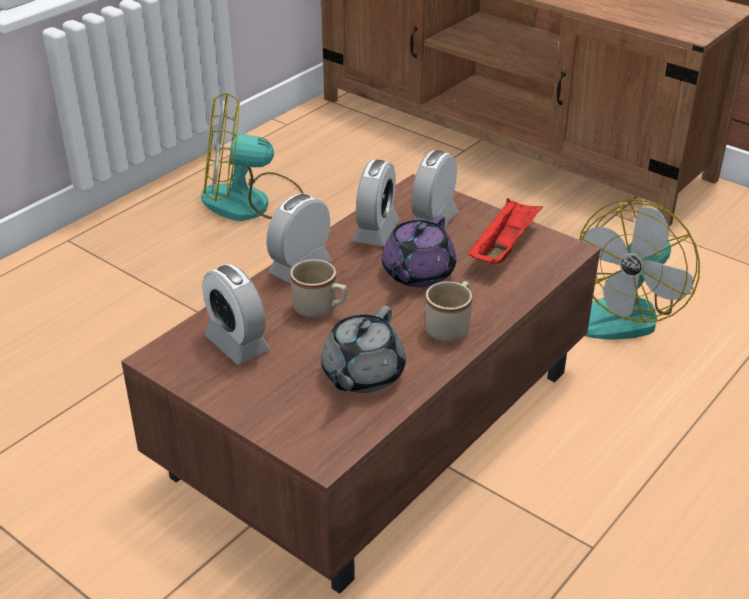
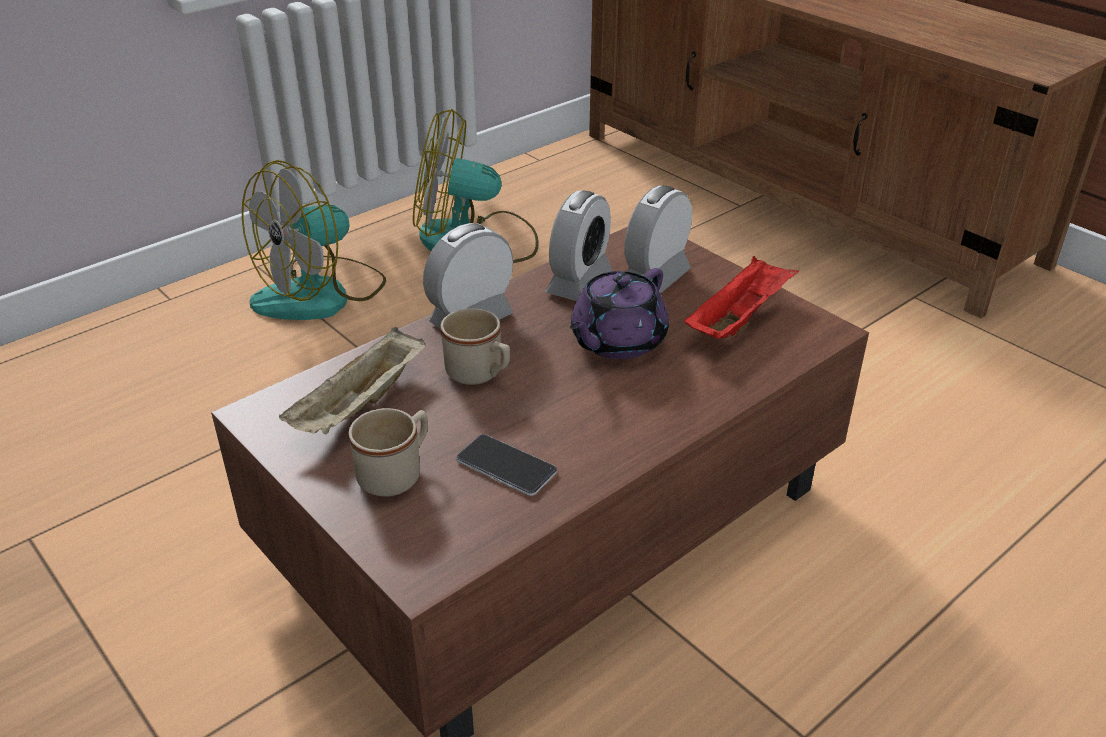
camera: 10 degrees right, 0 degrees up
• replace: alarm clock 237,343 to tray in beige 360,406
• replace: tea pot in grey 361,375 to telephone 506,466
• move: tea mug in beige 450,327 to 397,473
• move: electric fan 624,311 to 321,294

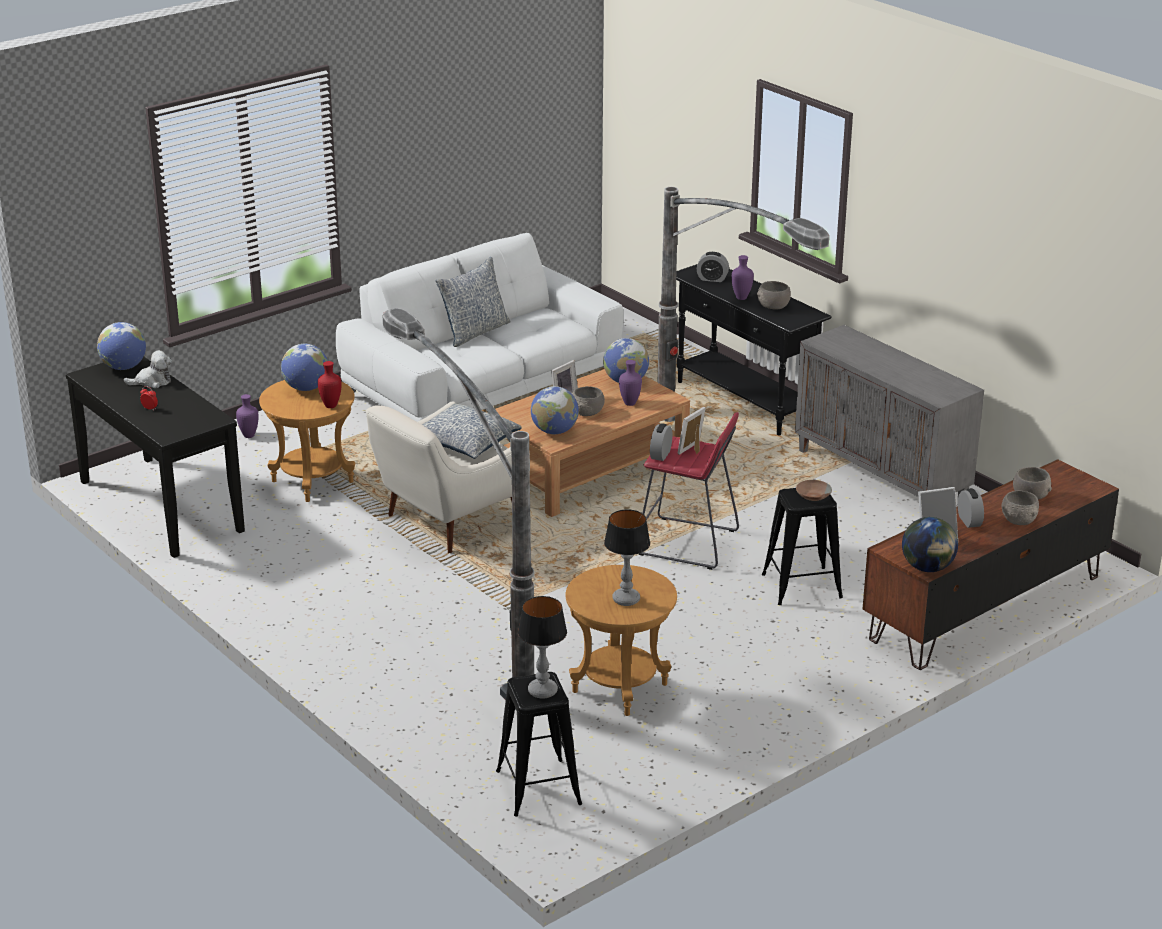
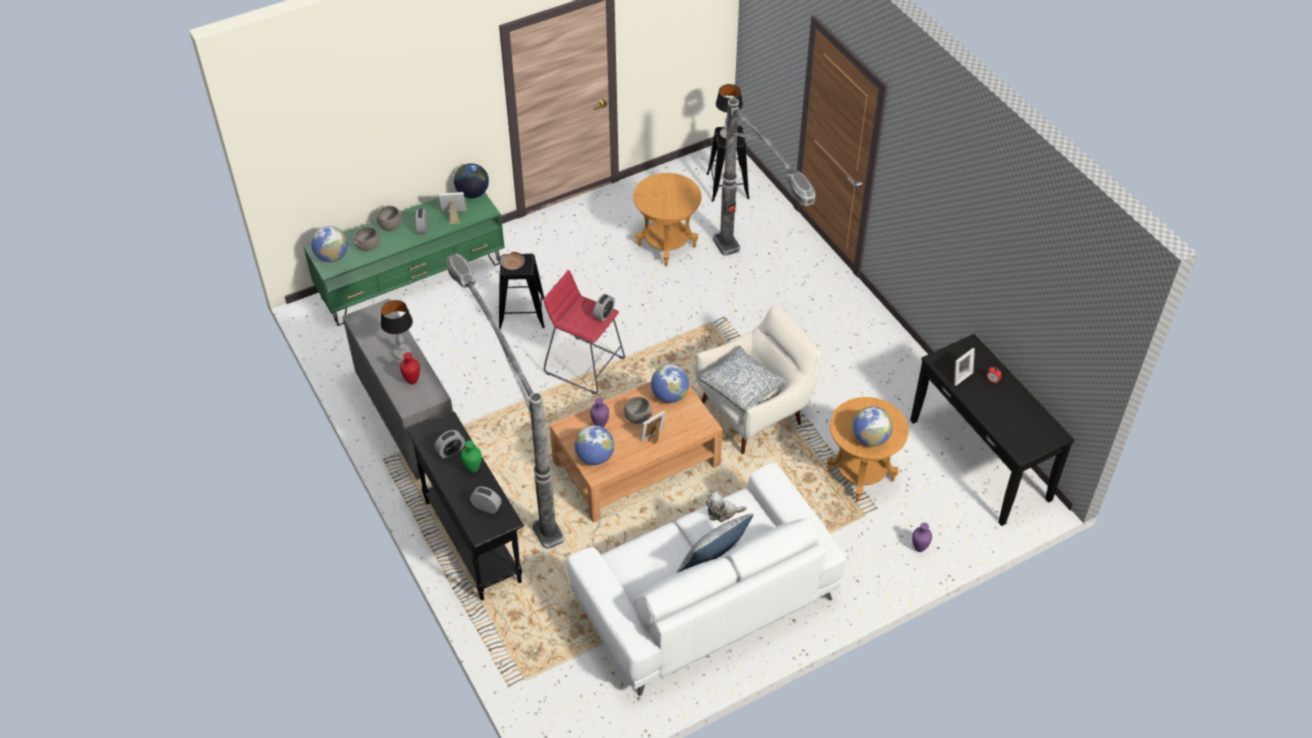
camera: 170 degrees left, 20 degrees up
• move: world globe 124,367 to 332,257
• move: soft toy 152,382 to 723,512
• move: flower vase in red-coloured 330,406 to 413,380
• move: lamp for a table 626,599 to 402,353
• move: photo frame 693,450 to 959,376
• recolor: flower vase in purple 742,297 to flower vase in green 472,469
• replace: serving bowl in grey 773,306 to alarm clock 451,451
• recolor: tv unit in brown-coloured 985,608 to tv unit in green 412,280

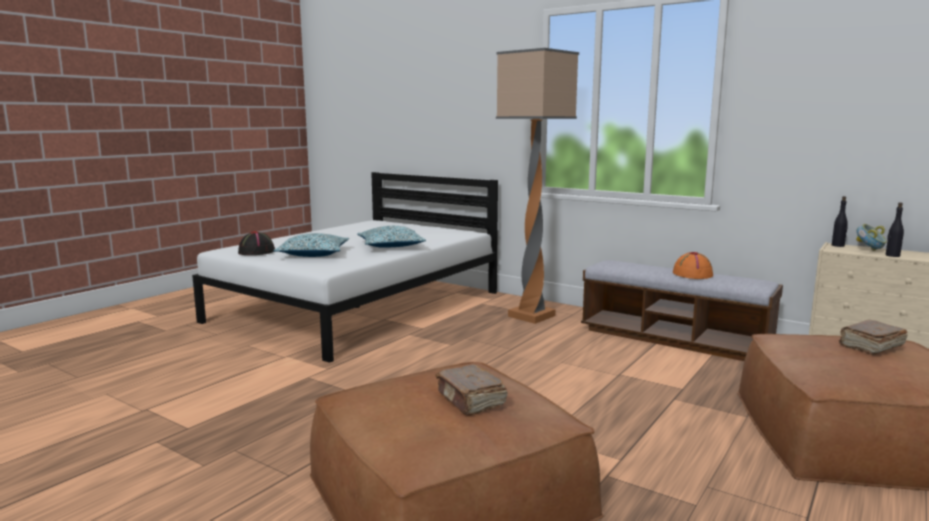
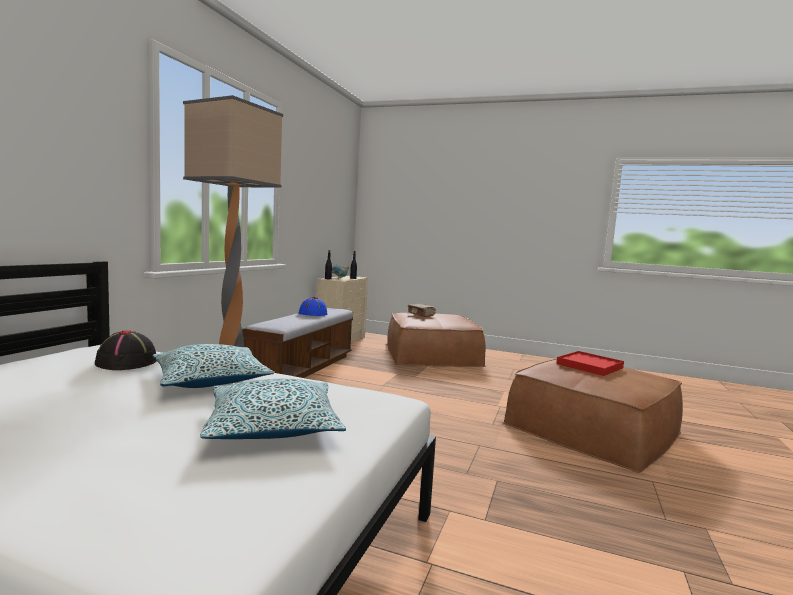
camera: 105 degrees left, 5 degrees down
• move: hat in black-coloured 257,252 to 127,362
• replace: book in brown-coloured 471,401 to tray in red-coloured 590,366
• recolor: hat in orange 692,274 to hat in bluish 312,314

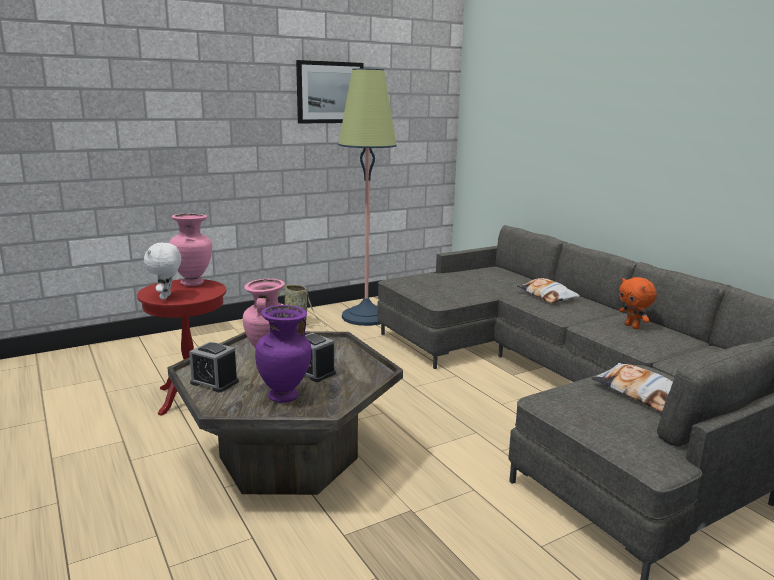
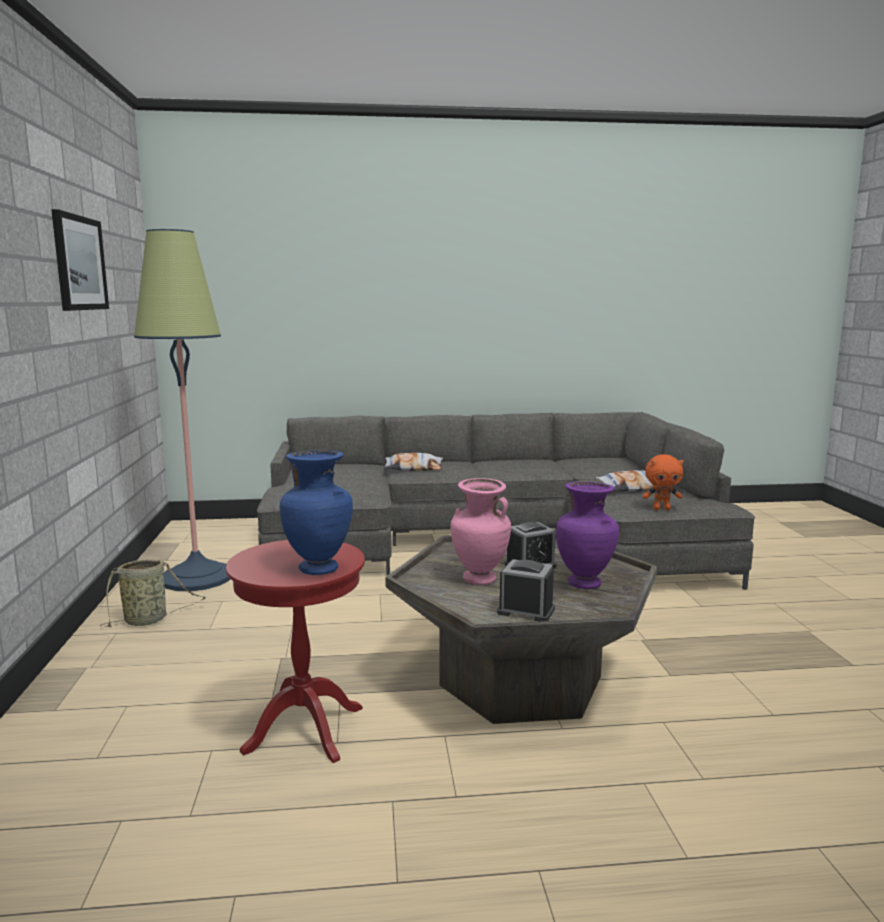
camera: 65 degrees left, 5 degrees down
• replace: soft toy in white-coloured 166,297 to flower vase in bluish 319,569
• delete: flower vase in pink 193,283
• rotate: alarm clock 214,382 = 526,611 120 degrees counterclockwise
• move: soft toy in orange 632,327 to 661,509

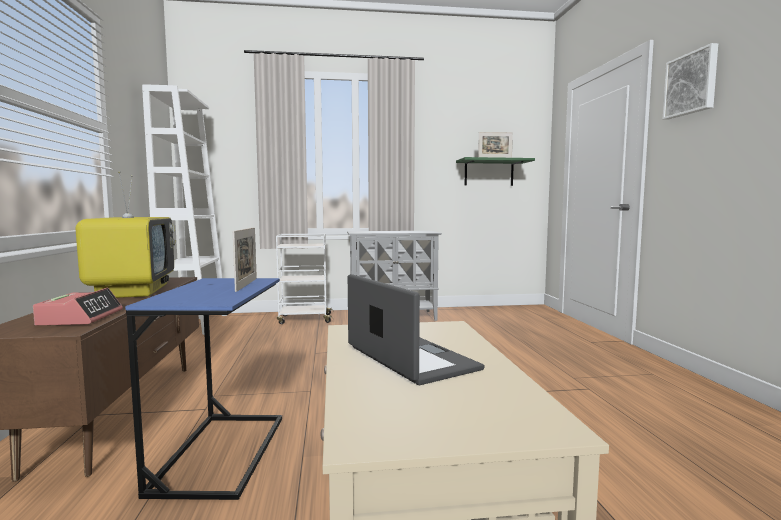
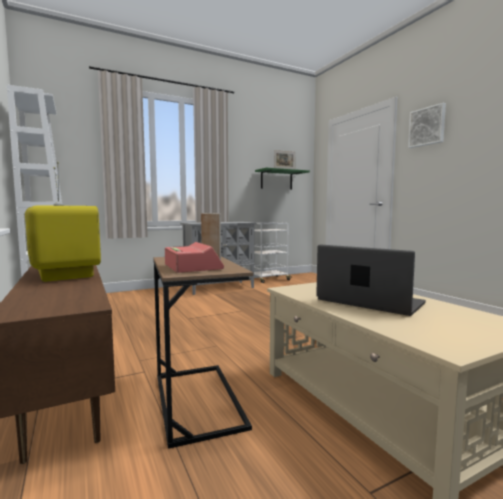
camera: 20 degrees left, 0 degrees up
• move: alarm clock 81,318 to 192,267
• recolor: end table in bluish 221,452 to end table in brown-coloured 197,400
• move: cart in white-coloured 304,319 to 269,279

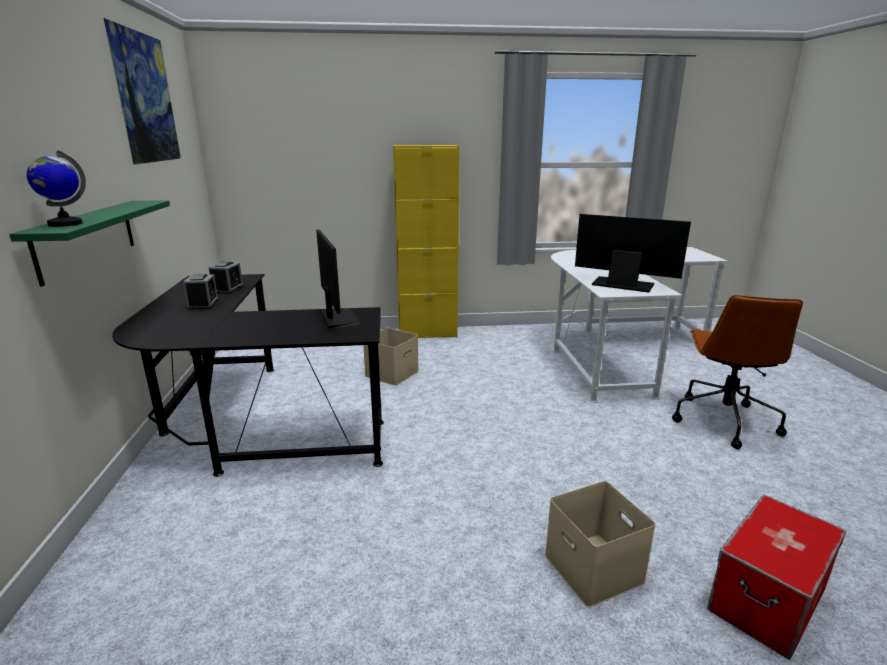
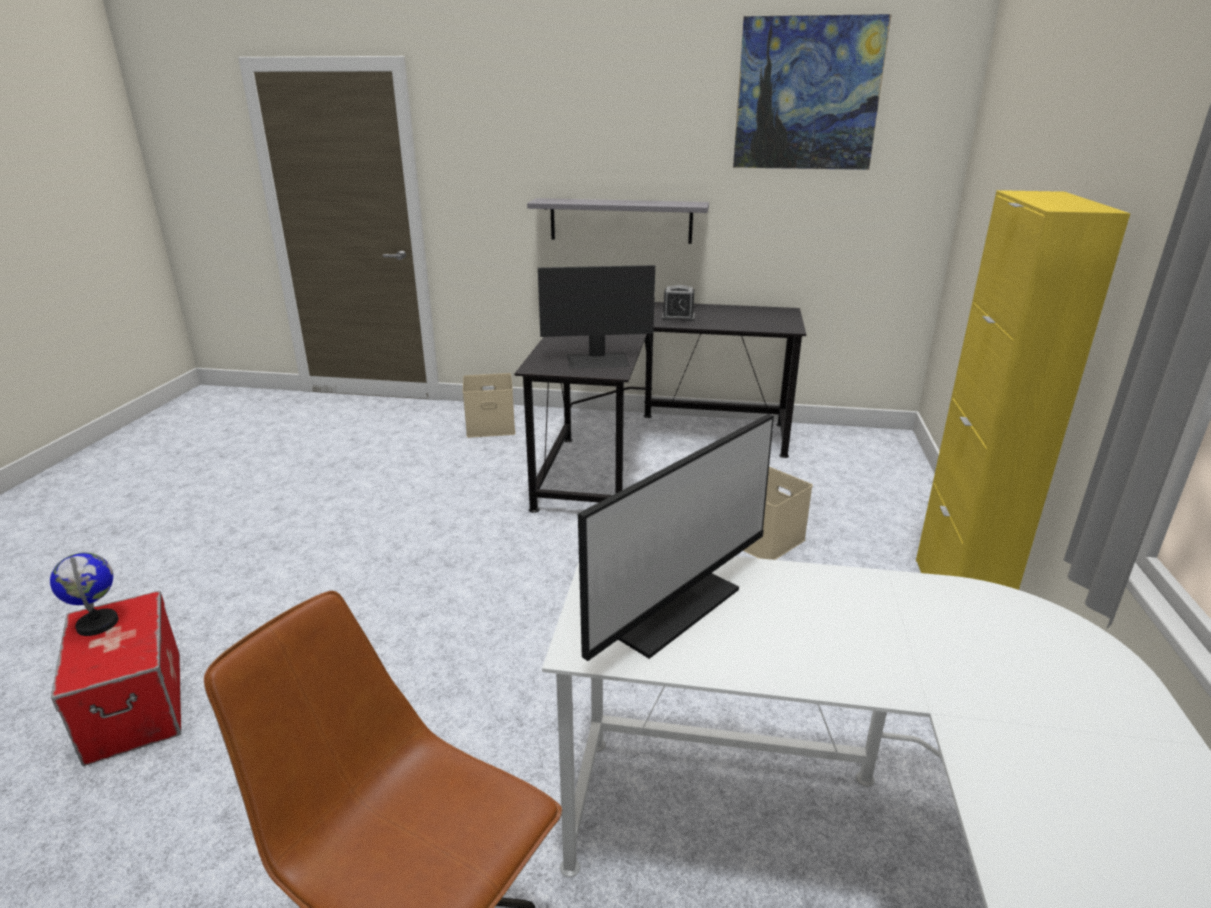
camera: 105 degrees right, 5 degrees up
• recolor: wall shelf in green 87,238 to wall shelf in grey 620,220
• move: world globe 65,224 to 98,623
• delete: alarm clock 228,289
• move: storage container in beige 591,567 to 491,426

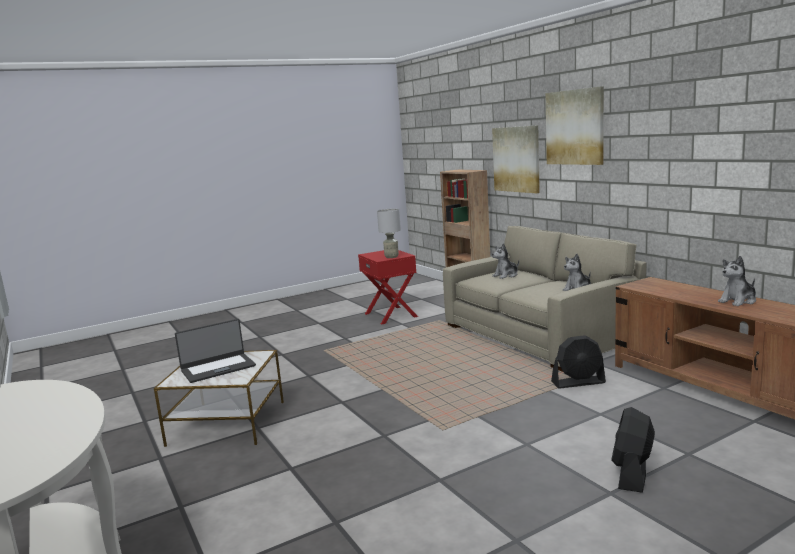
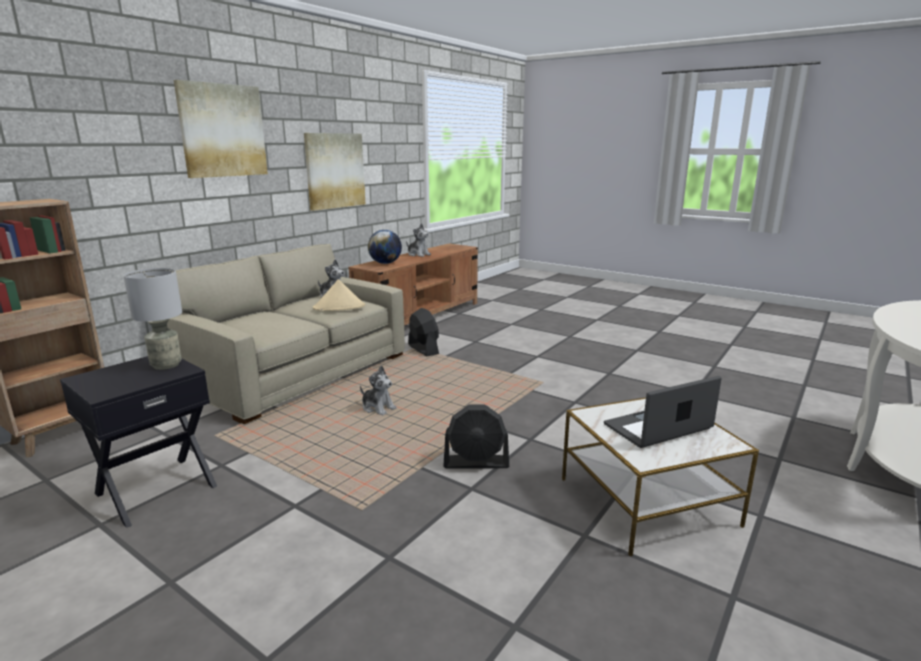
camera: 115 degrees left, 5 degrees up
• rotate: portable computer 218,368 = 658,427 60 degrees counterclockwise
• recolor: end table in red-coloured 391,315 to end table in black-coloured 156,489
• move: picture 516,159 to 335,170
• move: soft toy 506,275 to 378,408
• move: electric fan in black-coloured 632,473 to 476,462
• insert: hat in beige 339,307
• insert: world globe 385,263

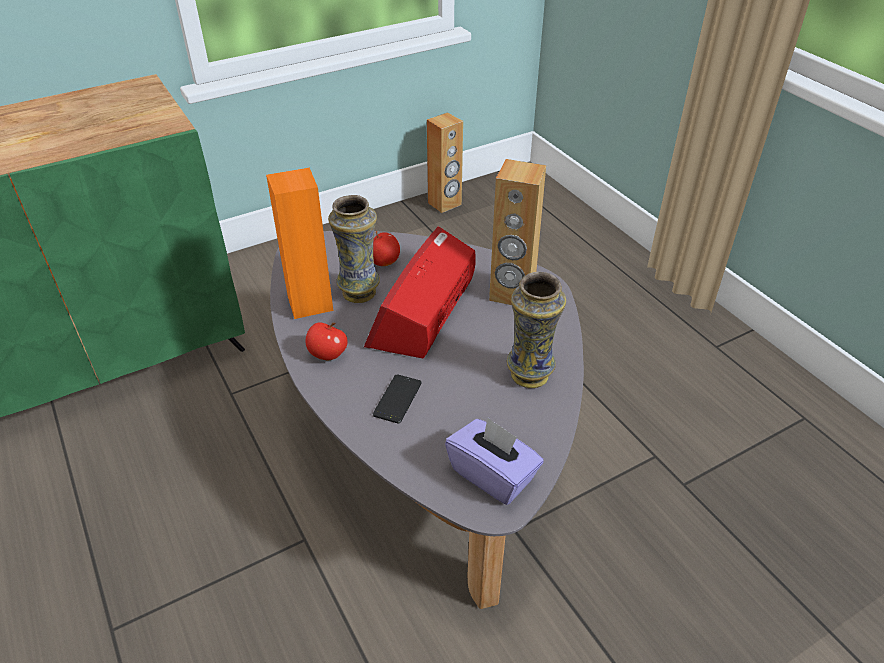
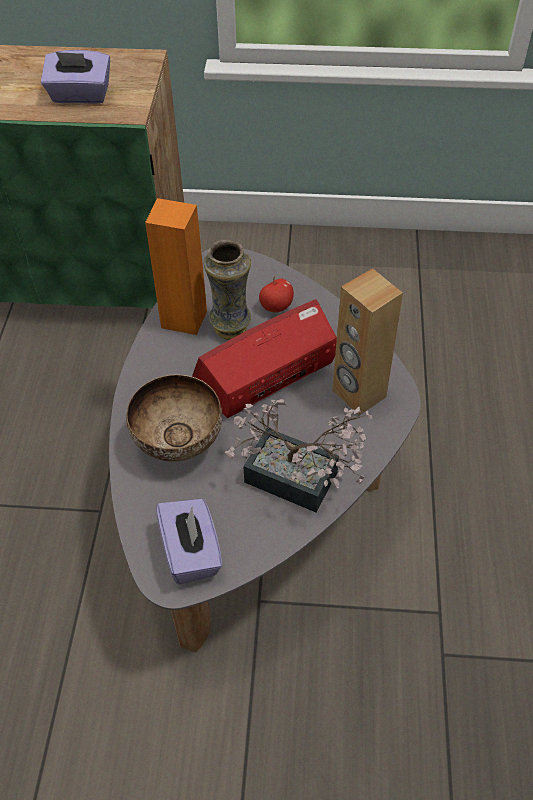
camera: 35 degrees right, 10 degrees up
• delete: apple fruit 327,354
• replace: telephone 397,399 to serving bowl 177,444
• delete: speaker in brown-coloured 445,204
• replace: flower vase 529,376 to houseplant 300,482
• insert: box of tissues in purple 80,96

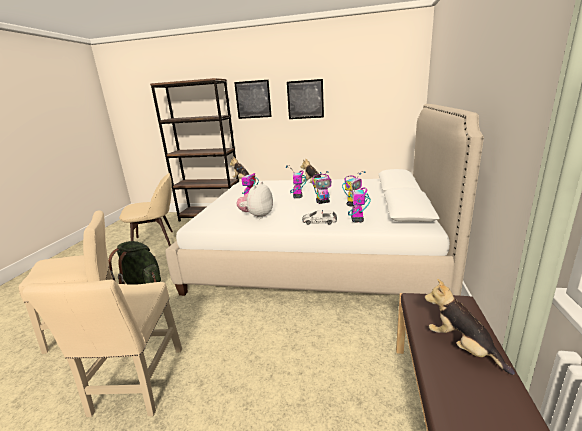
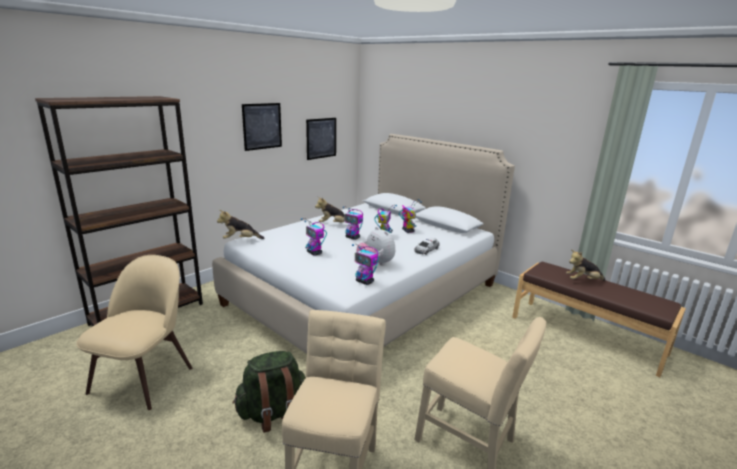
camera: 60 degrees left, 0 degrees up
• move: picture 253,99 to 321,138
• move: model robot 357,220 to 365,282

